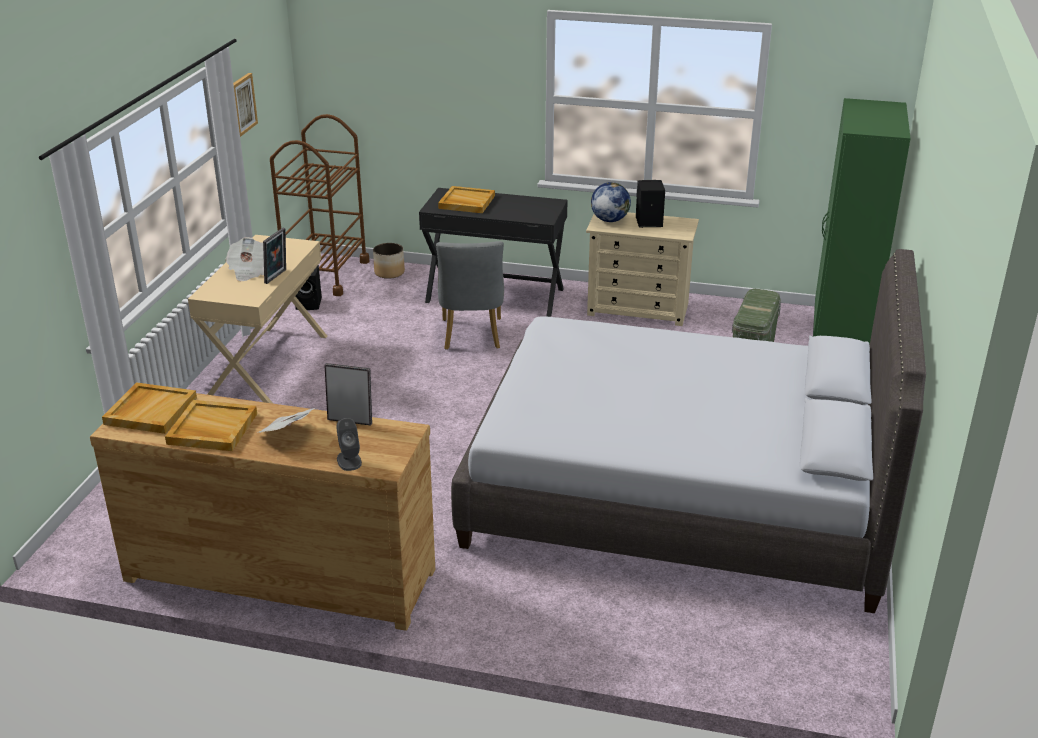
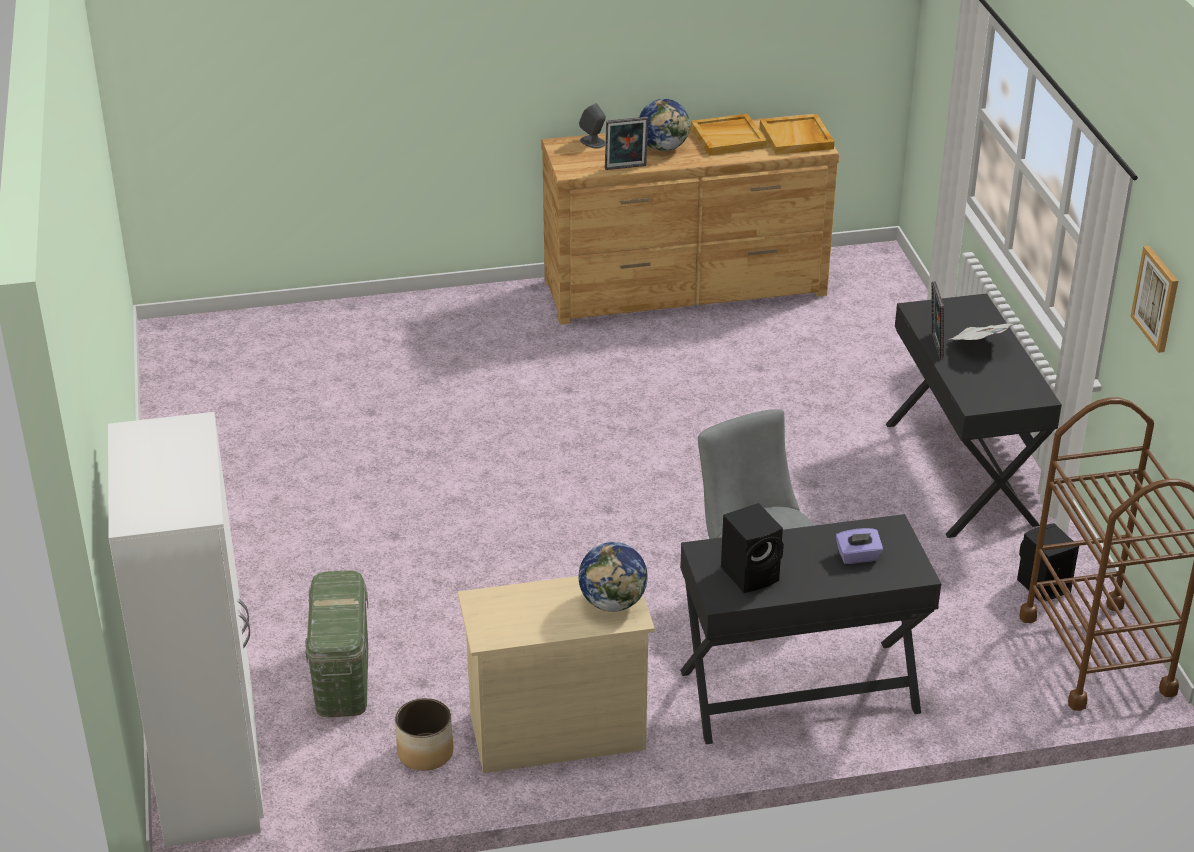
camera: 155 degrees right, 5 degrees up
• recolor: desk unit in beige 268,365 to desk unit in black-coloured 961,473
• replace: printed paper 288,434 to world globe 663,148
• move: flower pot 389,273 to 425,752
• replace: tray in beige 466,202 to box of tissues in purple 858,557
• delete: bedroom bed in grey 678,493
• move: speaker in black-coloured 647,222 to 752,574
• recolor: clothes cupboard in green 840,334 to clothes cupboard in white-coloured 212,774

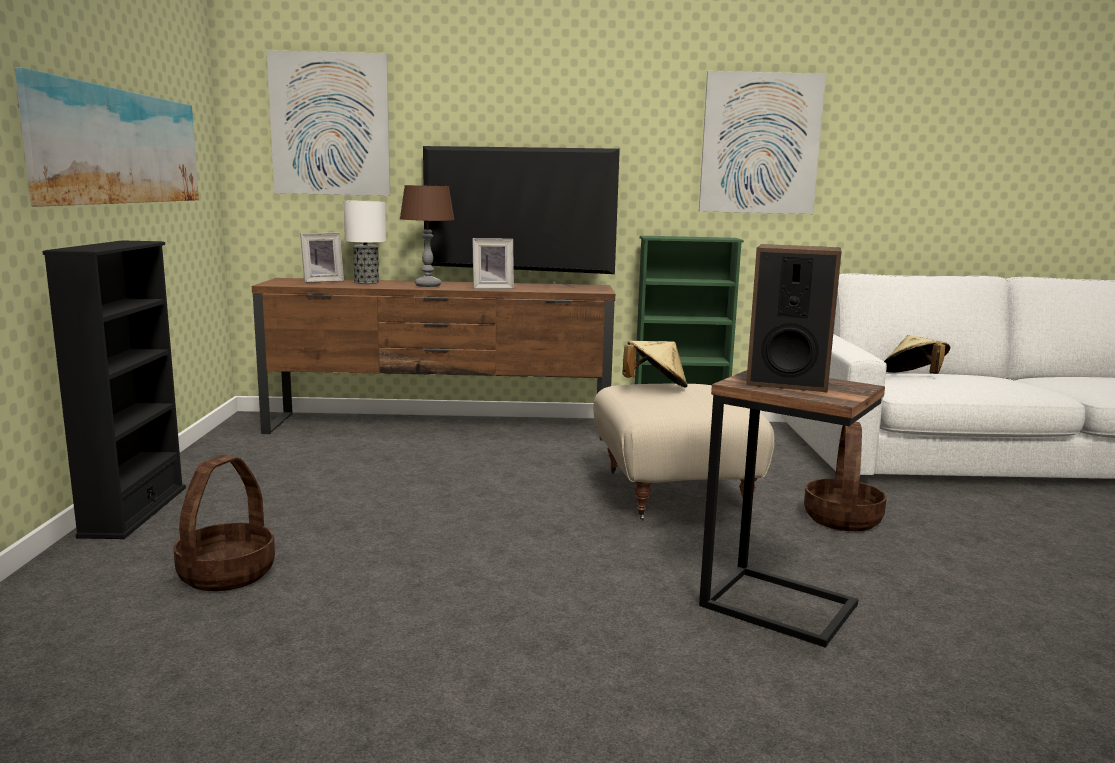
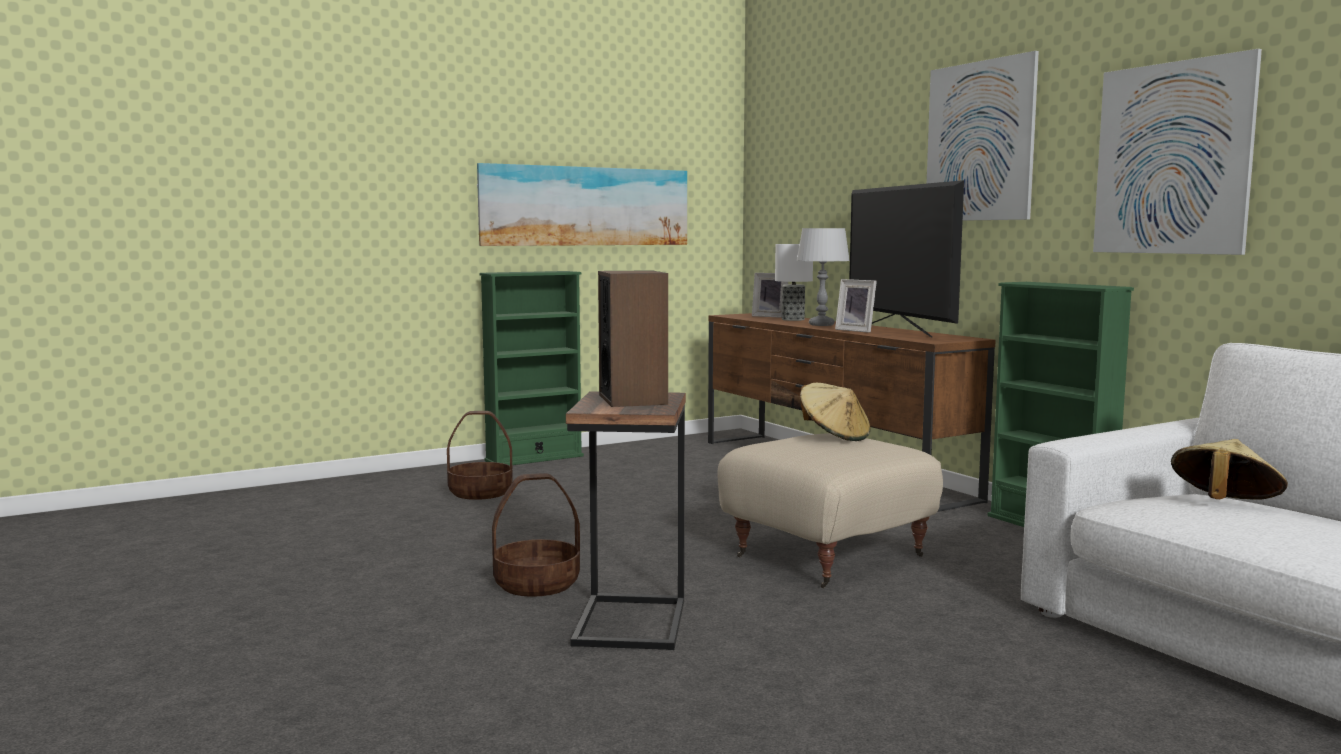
camera: 60 degrees right, 5 degrees down
• recolor: bookcase in black-coloured 134,511 to bookcase in green 534,458
• move: picture 330,124 to 979,141
• recolor: lamp for a table in brown-coloured 427,285 to lamp for a table in grey 821,325
• move: household basket 841,519 to 537,584

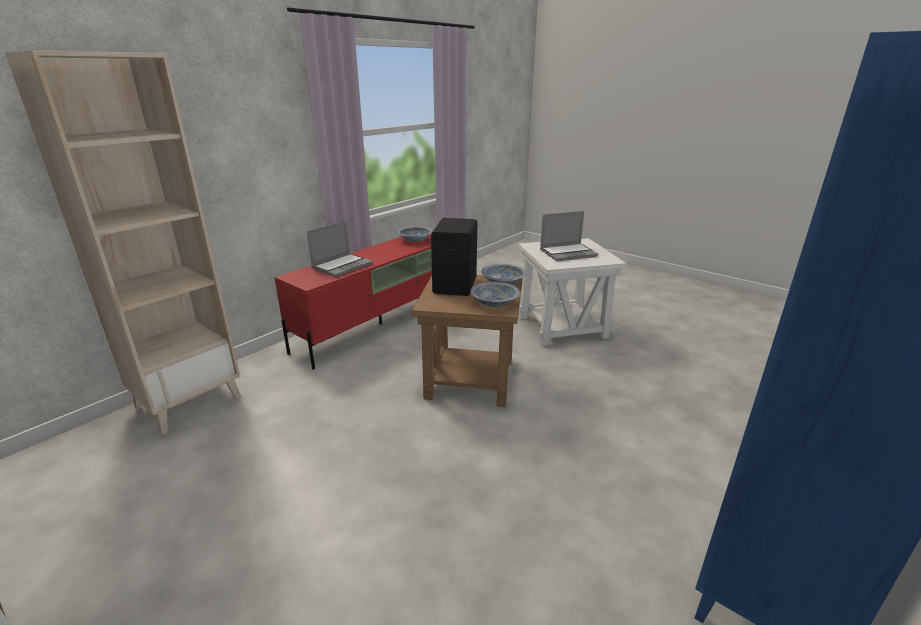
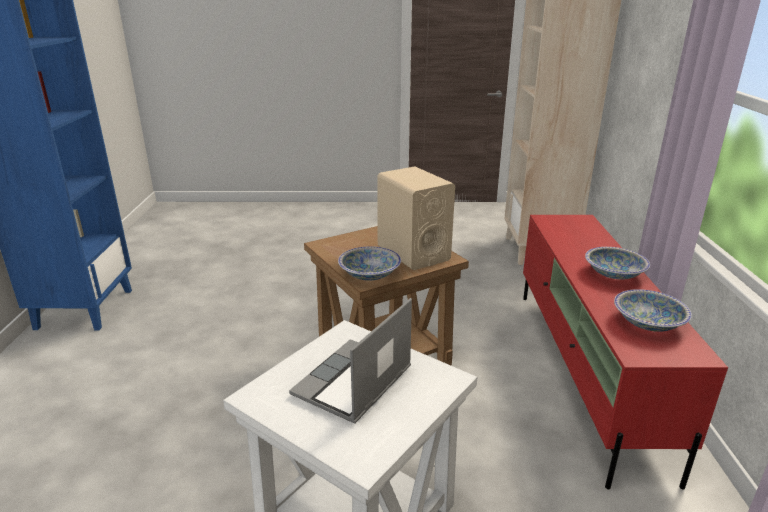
camera: 140 degrees right, 0 degrees up
• delete: portable computer 342,266
• recolor: speaker in black-coloured 455,285 to speaker in beige 413,253
• move: serving bowl 494,303 to 614,274

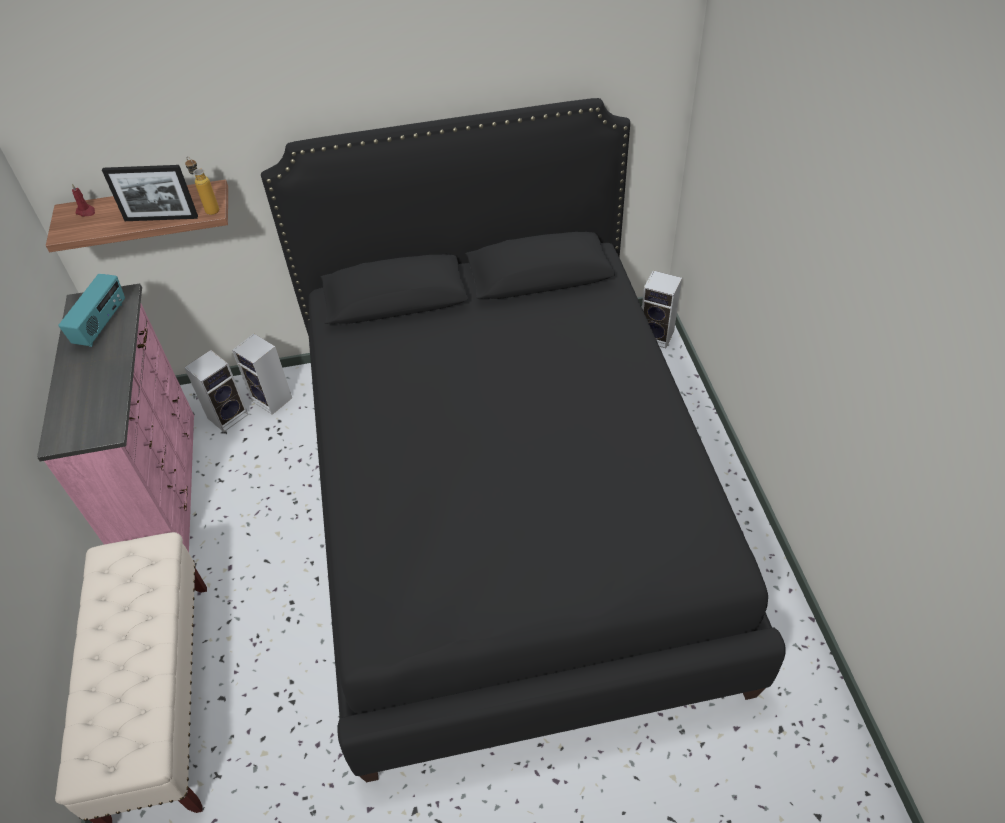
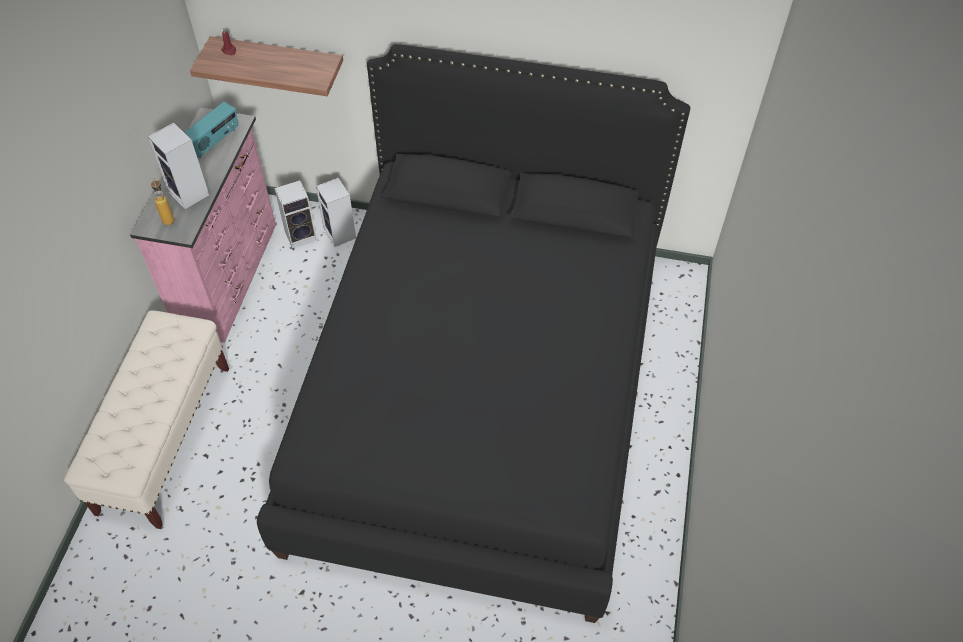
camera: 20 degrees right, 5 degrees up
• delete: photo frame 161,218
• move: beverage bottle 209,208 to 167,217
• move: speaker 657,335 to 190,194

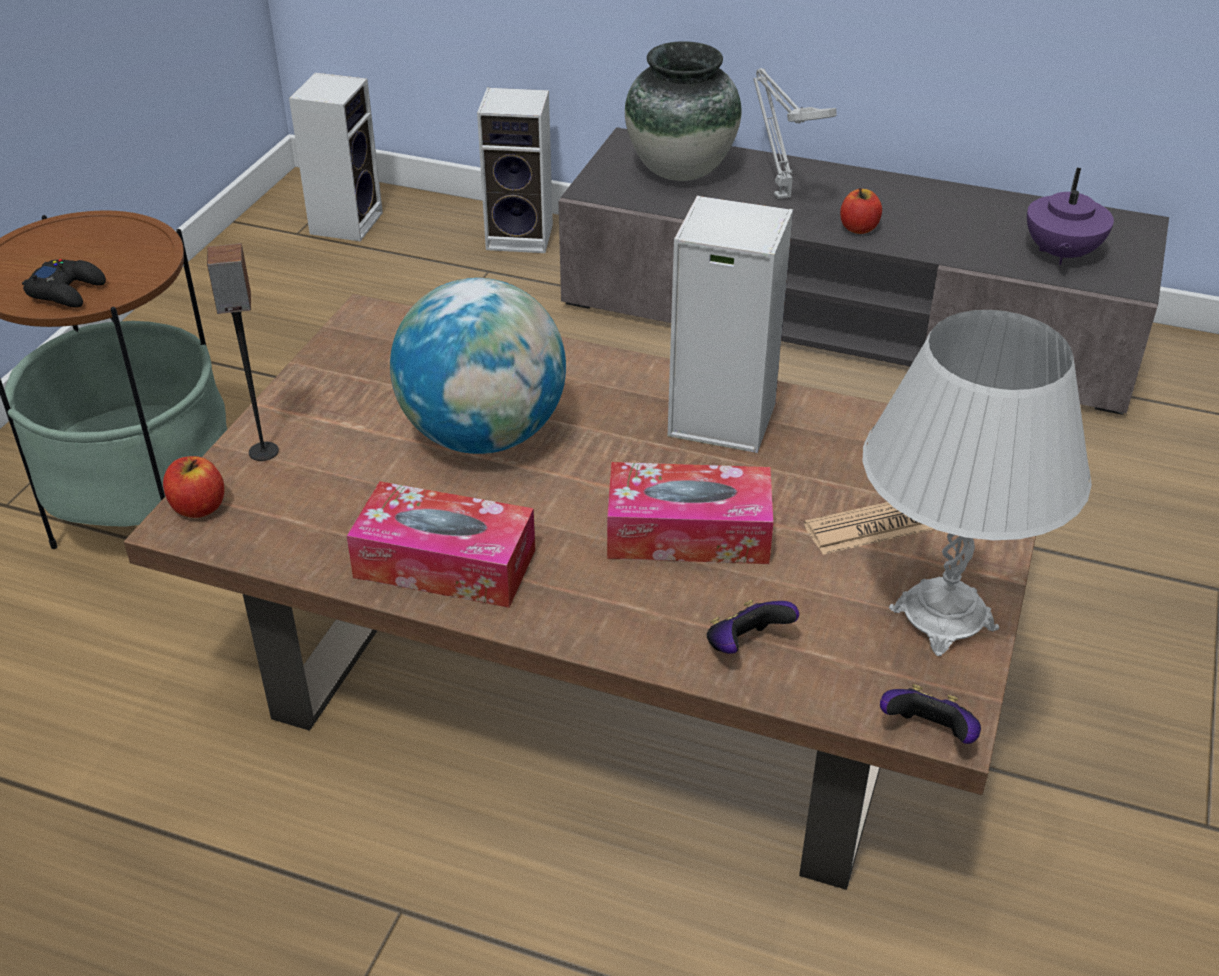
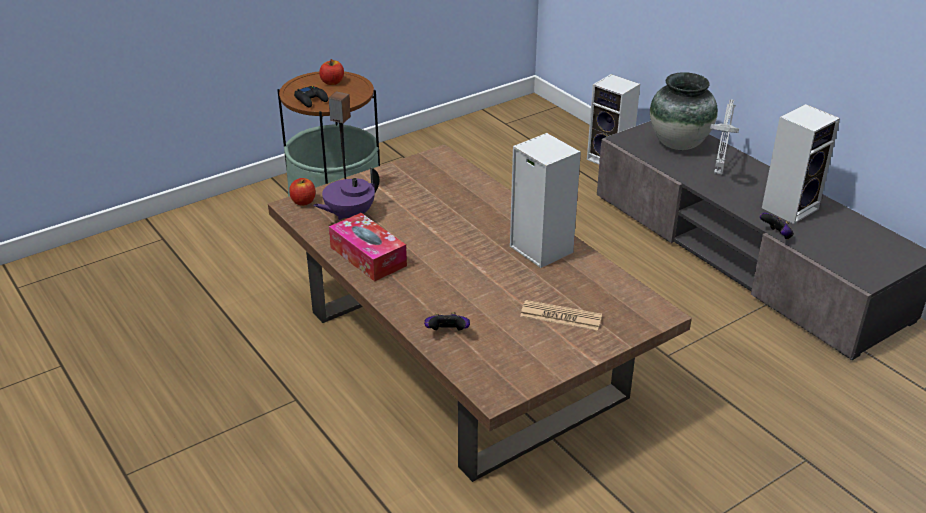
camera: 35 degrees right, 5 degrees down
• move: speaker 346,221 to 790,207
• delete: world globe 483,435
• delete: box of tissues 688,533
• move: apple fruit 859,228 to 332,82
• delete: lamp for a table in white-coloured 942,618
• move: gamepad 928,734 to 776,235
• move: tea pot in purple 1060,254 to 349,215

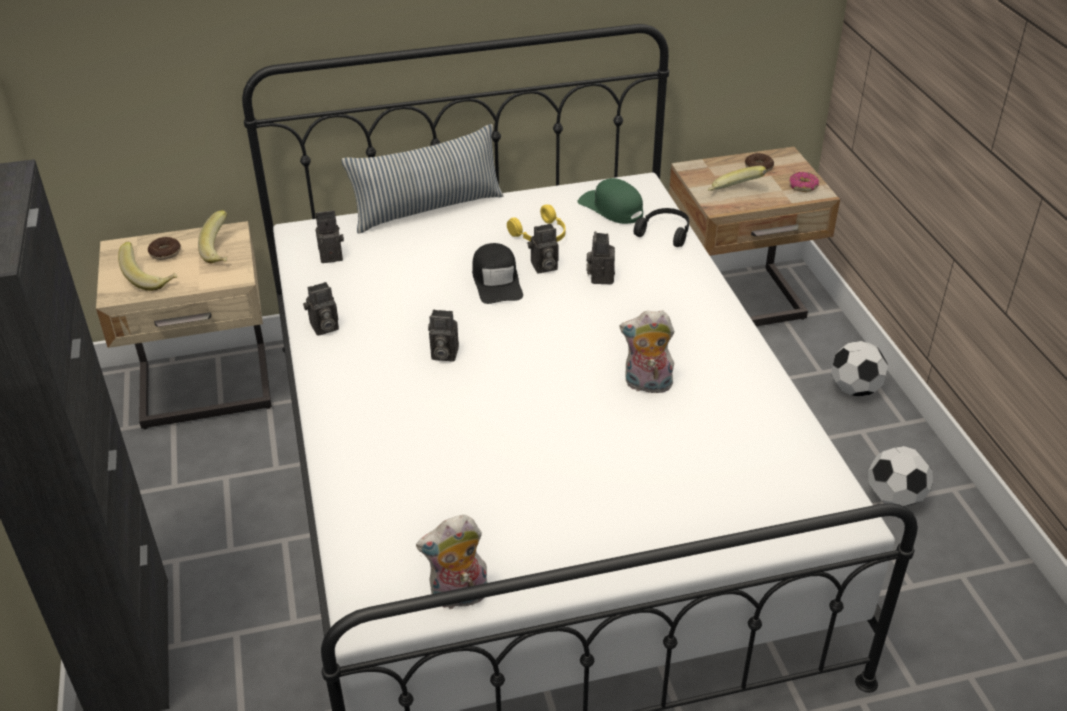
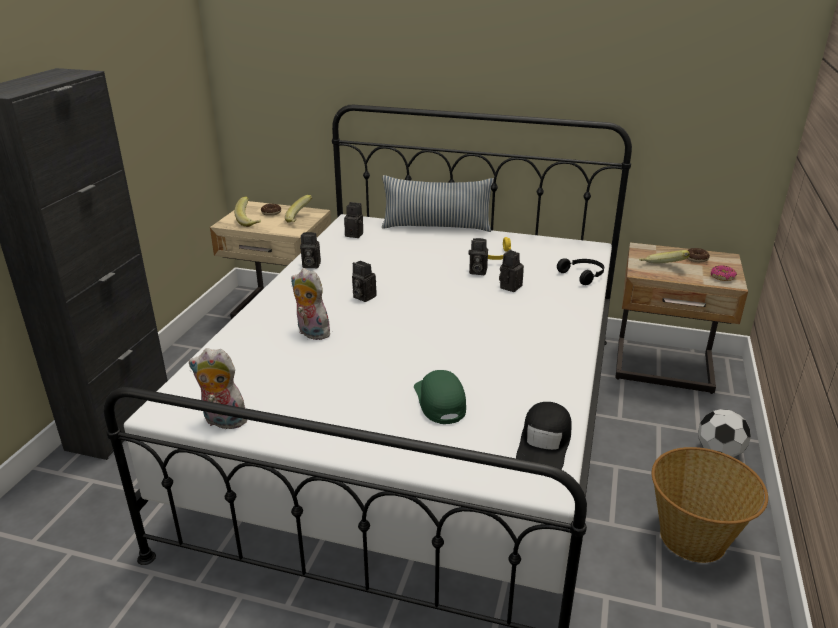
camera: 30 degrees right, 10 degrees down
• move: baseball cap in black-coloured 497,281 to 544,443
• move: baseball cap in green 611,208 to 440,401
• move: soft toy 646,385 to 311,333
• replace: football ball 894,498 to household basket 694,538

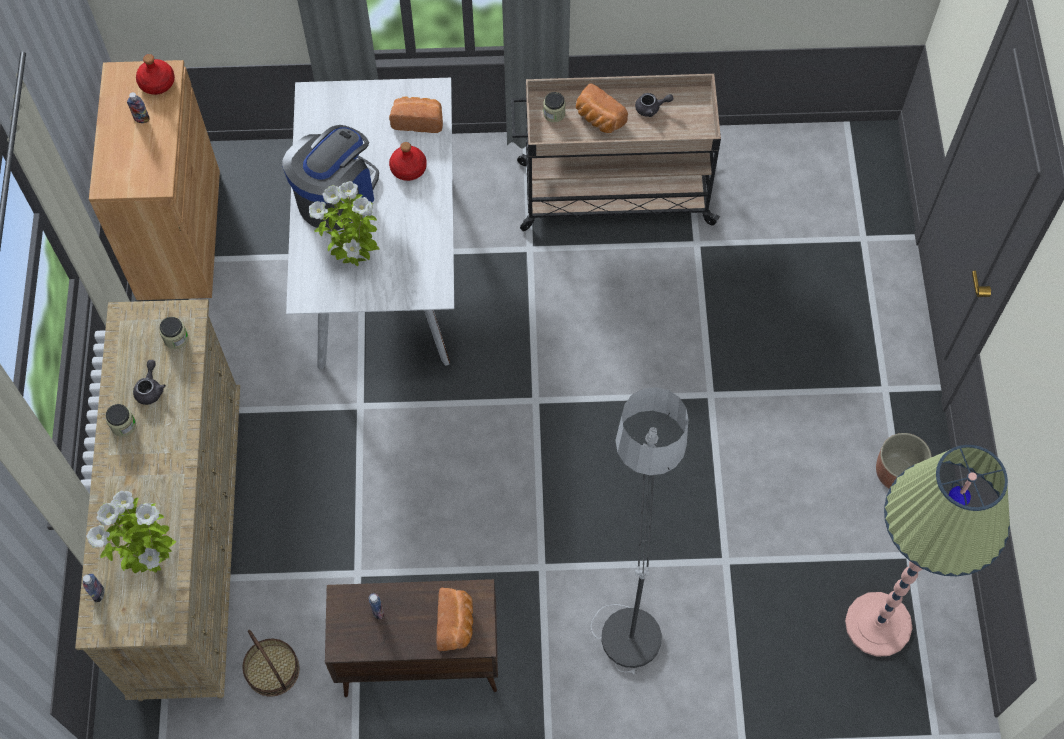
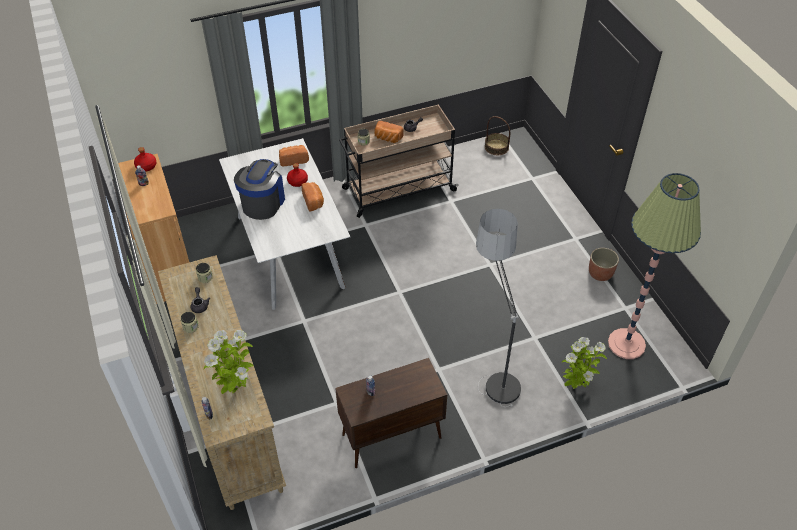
camera: 20 degrees left, 15 degrees down
• move: household basket 272,670 to 496,147
• move: houseplant 355,260 to 575,386
• move: baked bread 456,624 to 314,201

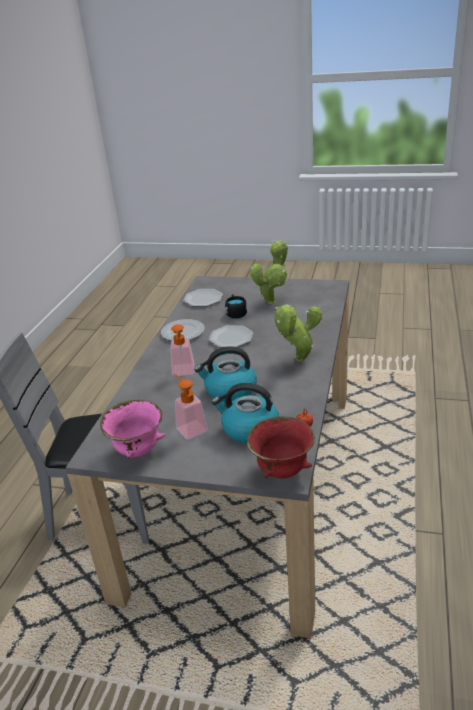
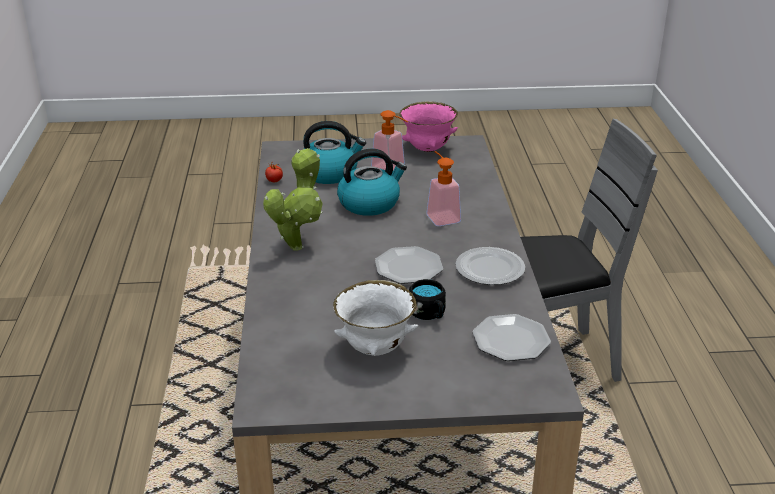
camera: 160 degrees right, 0 degrees up
• delete: serving bowl in red-coloured 281,471
• replace: houseplant 272,301 to serving bowl in white-coloured 376,349

